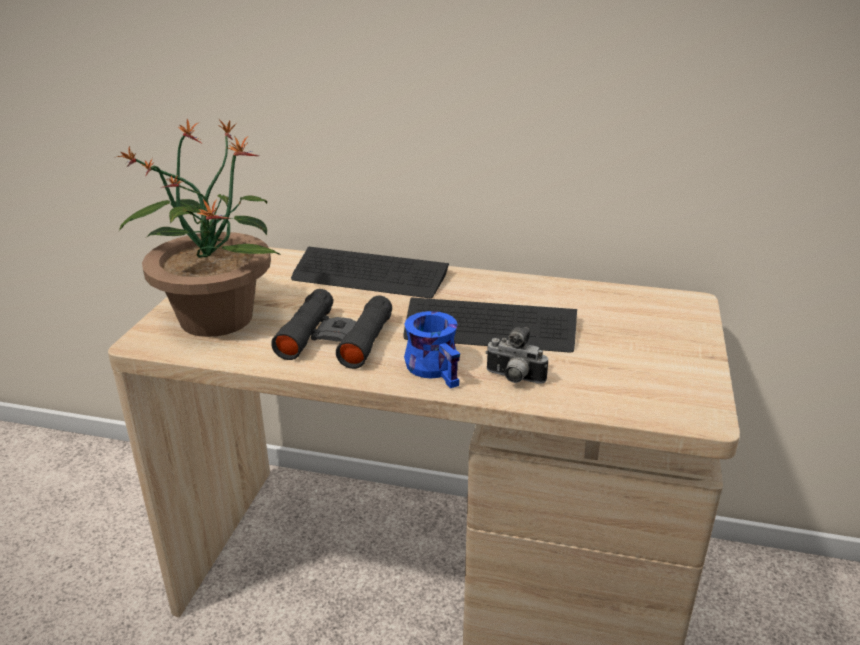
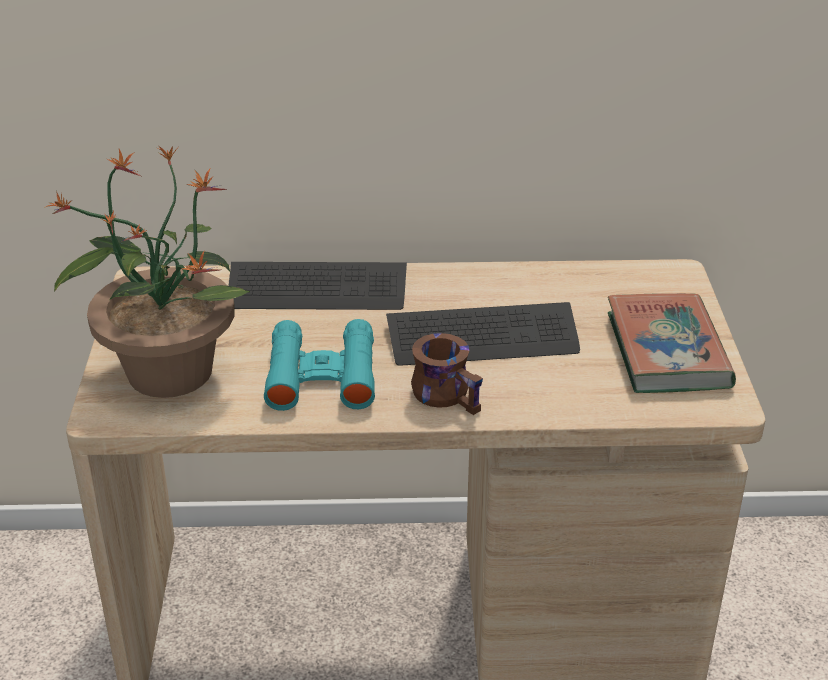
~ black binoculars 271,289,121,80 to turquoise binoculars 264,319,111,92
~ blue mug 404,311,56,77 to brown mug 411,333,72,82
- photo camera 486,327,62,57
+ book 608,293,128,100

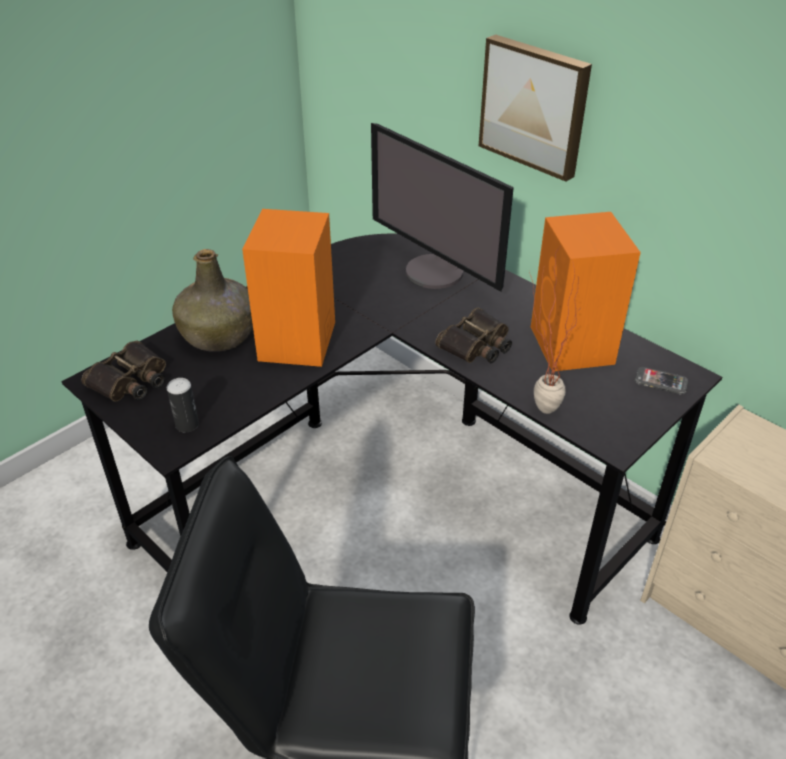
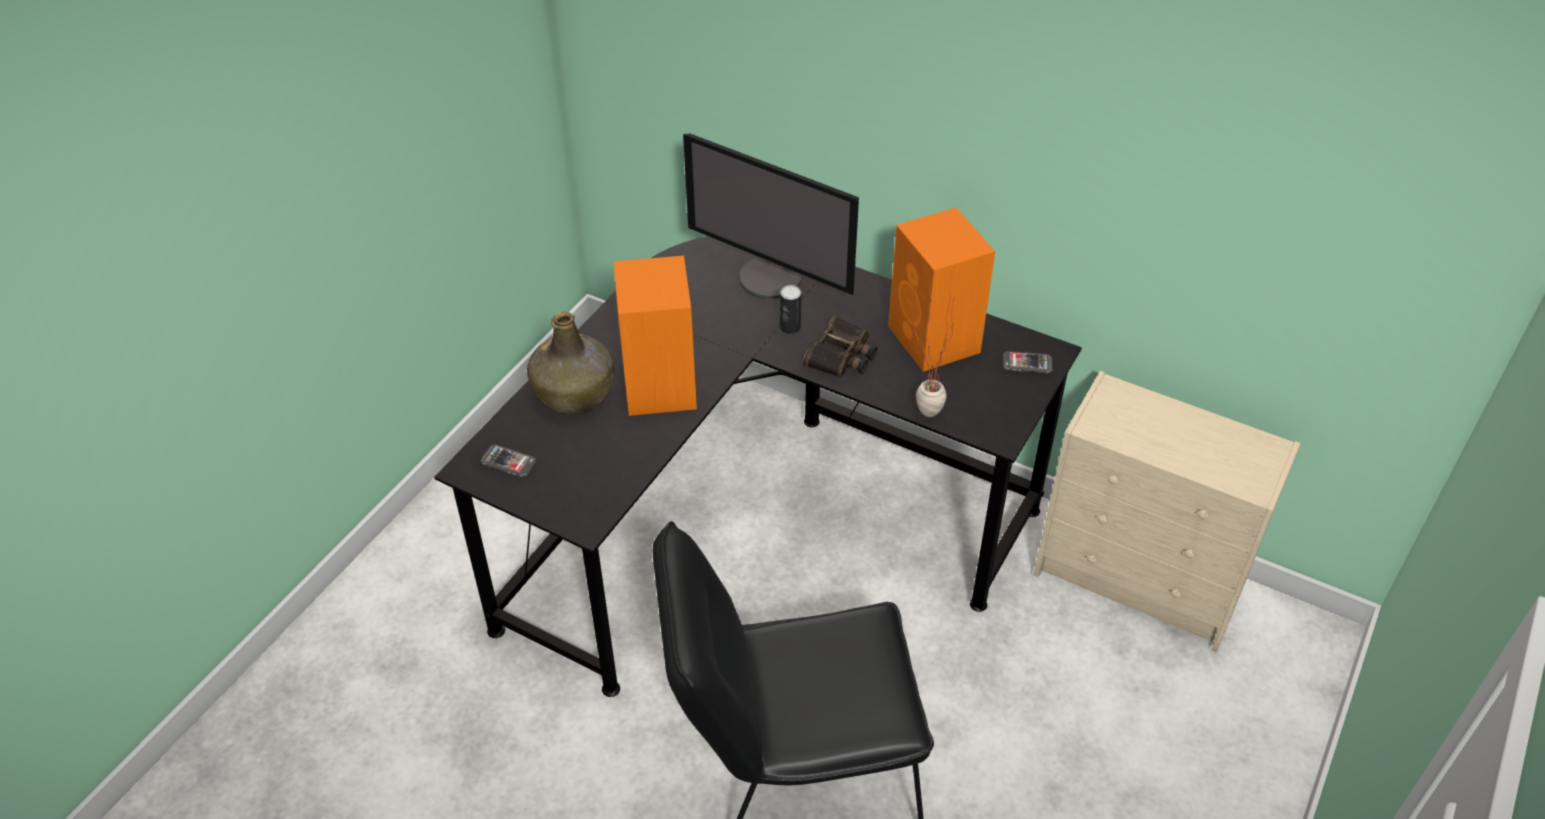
- picture 479,34,113,148
~ binoculars 82,341,84,61 to phone 481,445,55,32
~ can 167,378,32,54 to 780,285,21,49

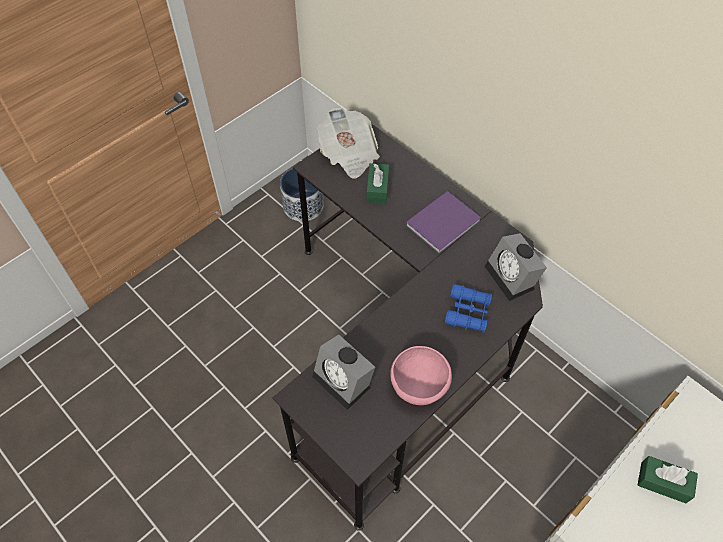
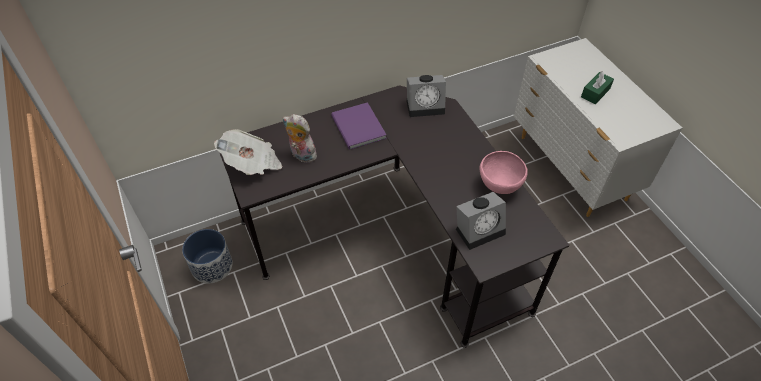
~ green tissue box 366,163,23,40 to plush toy 283,114,34,49
- blue binoculars 445,284,47,48

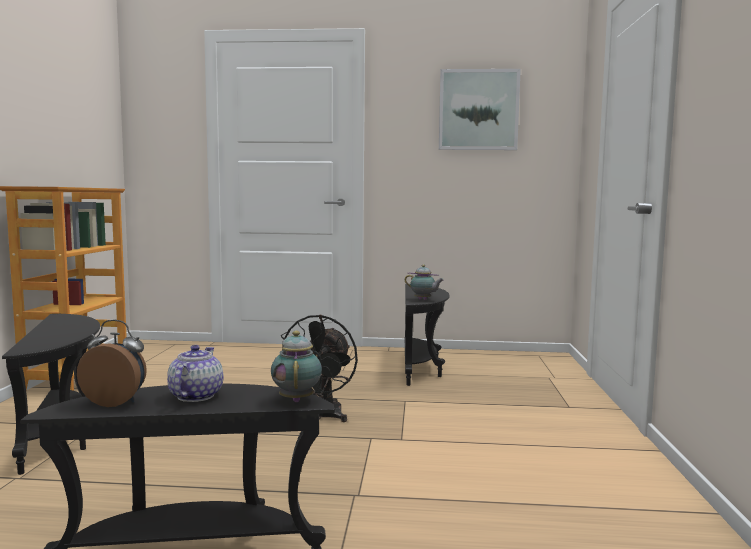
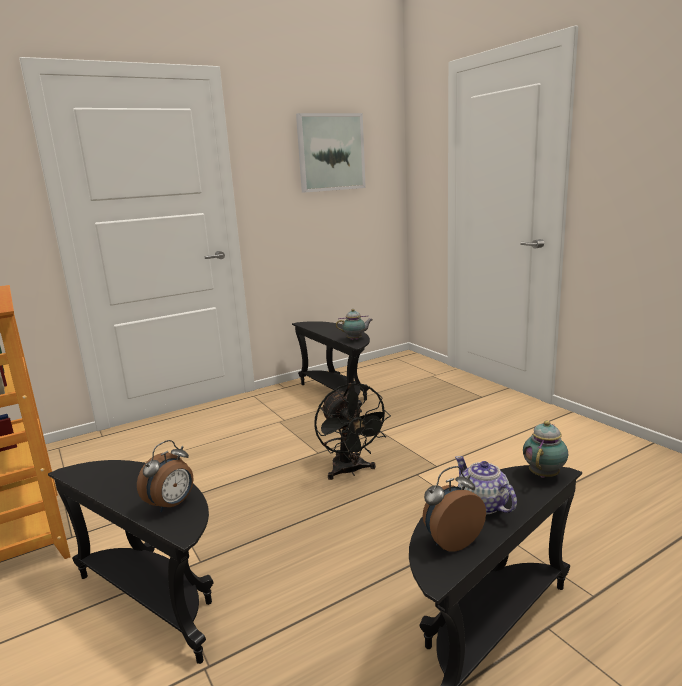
~ teapot 271,331,51,71 = 523,421,45,57 75 degrees clockwise
+ alarm clock 137,440,56,73

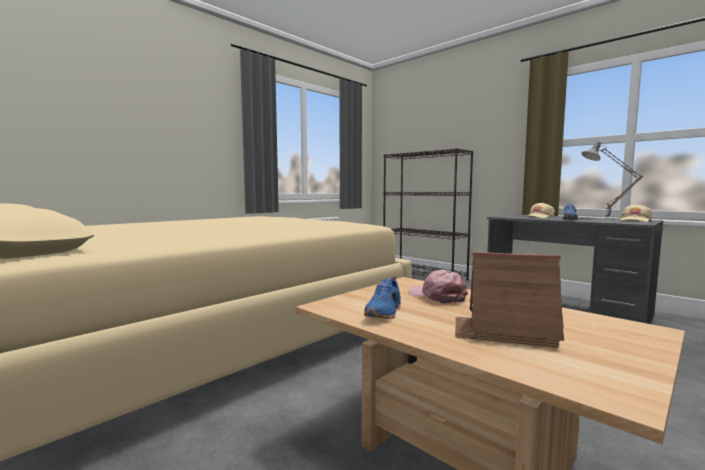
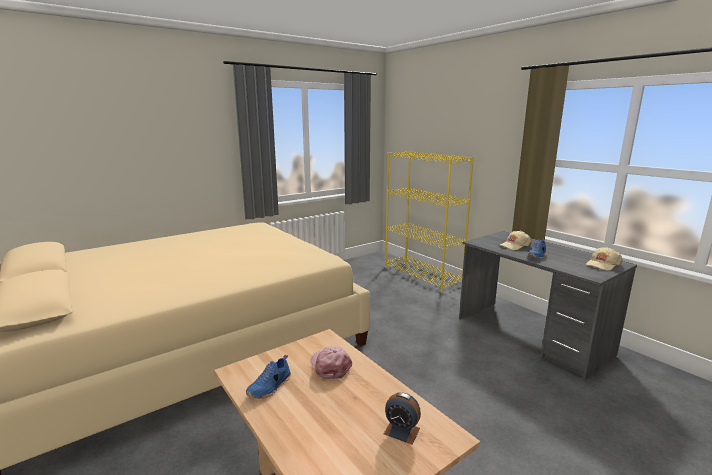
- grey table lamp 581,141,62,77
~ black bookcase 383,148,90,133 to yellow bookcase 385,151,89,142
- toy house 455,252,109,96
+ alarm clock 384,393,37,52

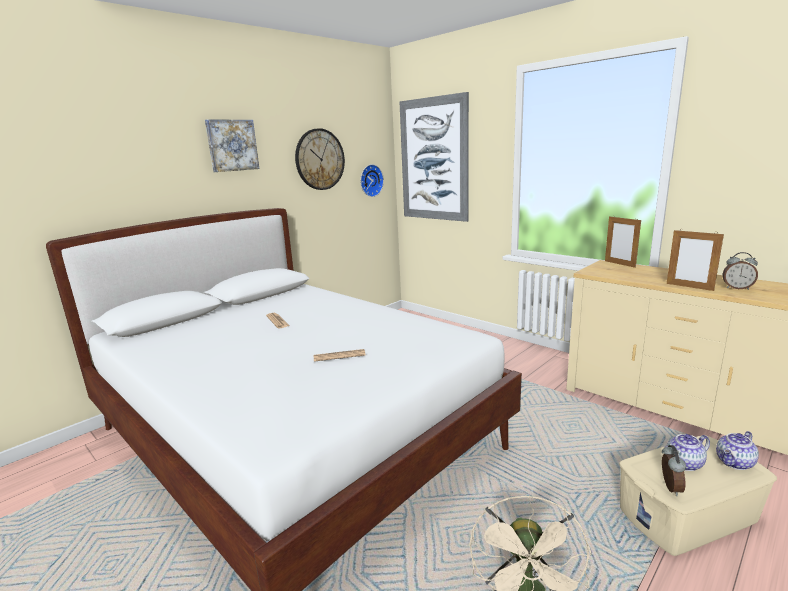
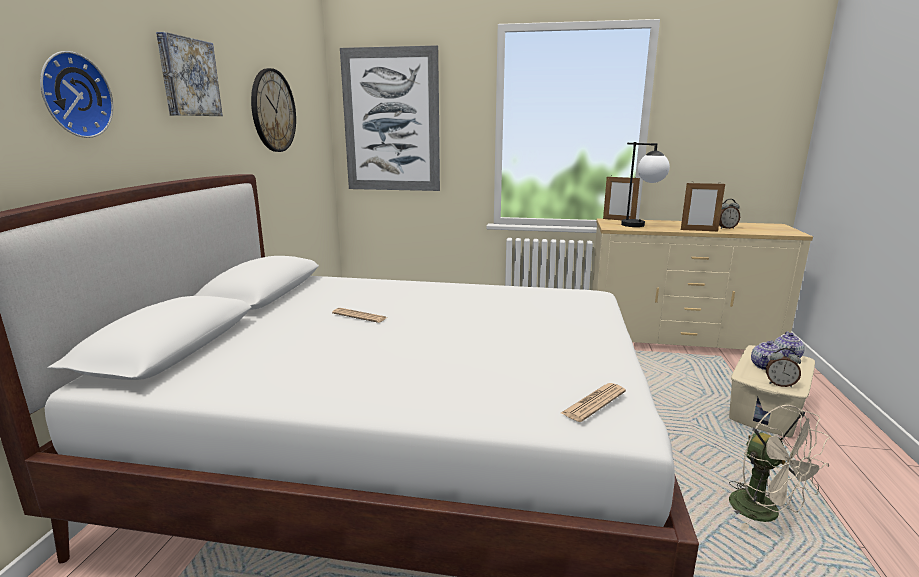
~ wall clock 360,164,24,33 to 40,51,73,87
~ newspaper 314,349,52,13 to 561,383,65,39
~ alarm clock 662,445,24,51 = 766,348,35,39 135 degrees clockwise
+ table lamp 621,142,49,85

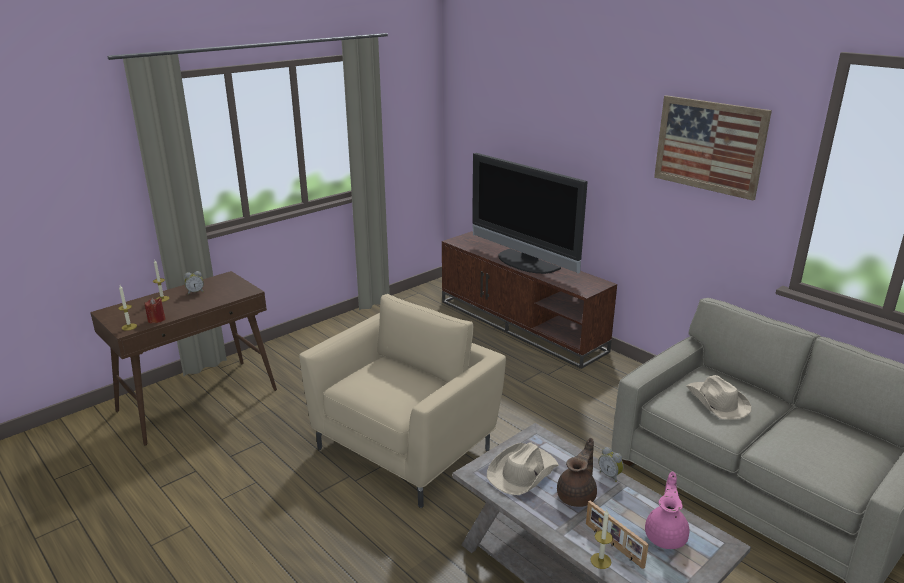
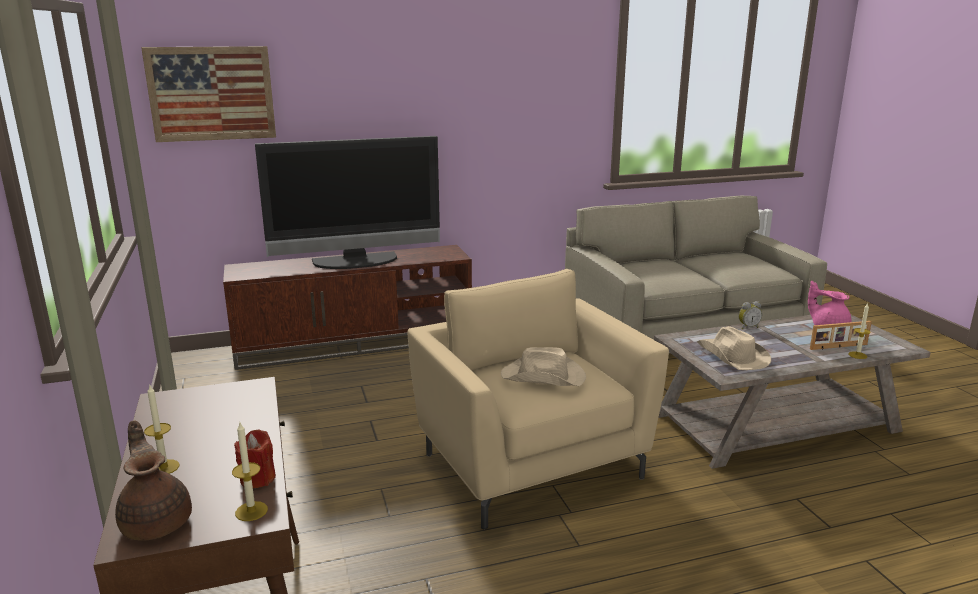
~ picture 654,95,118,106 to 141,46,135,96
- alarm clock 184,271,20,24
~ beige hat 686,375,66,45 to 501,347,85,39
~ brown teapot 557,438,40,69 to 115,420,77,121

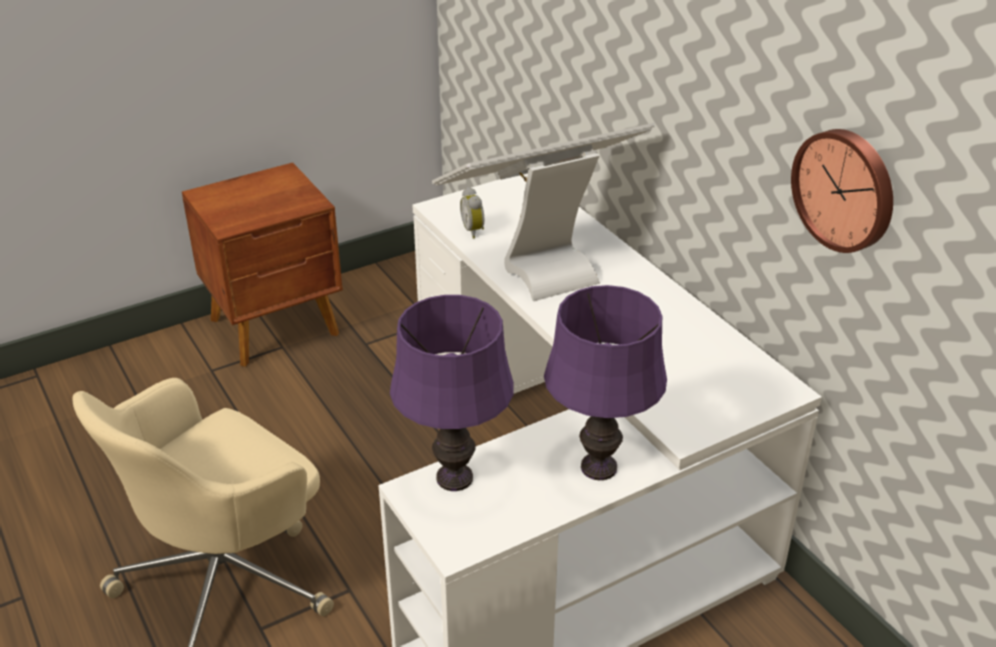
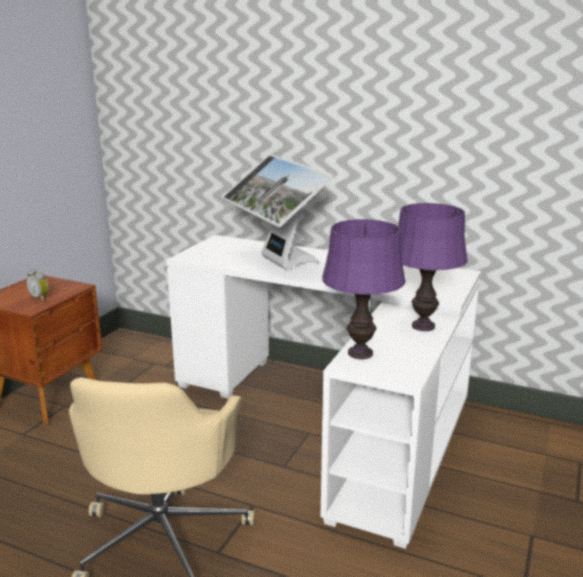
~ monitor 432,123,223,178 = 222,154,112,116 60 degrees counterclockwise
- wall clock 791,129,102,124
~ alarm clock 460,187,24,51 to 26,269,23,33

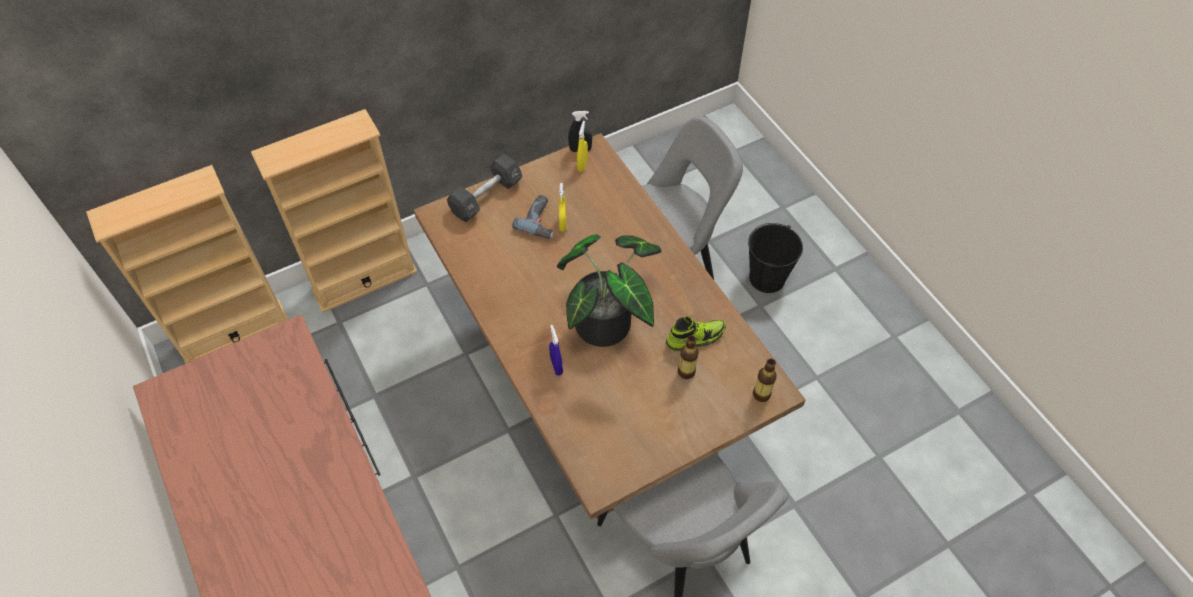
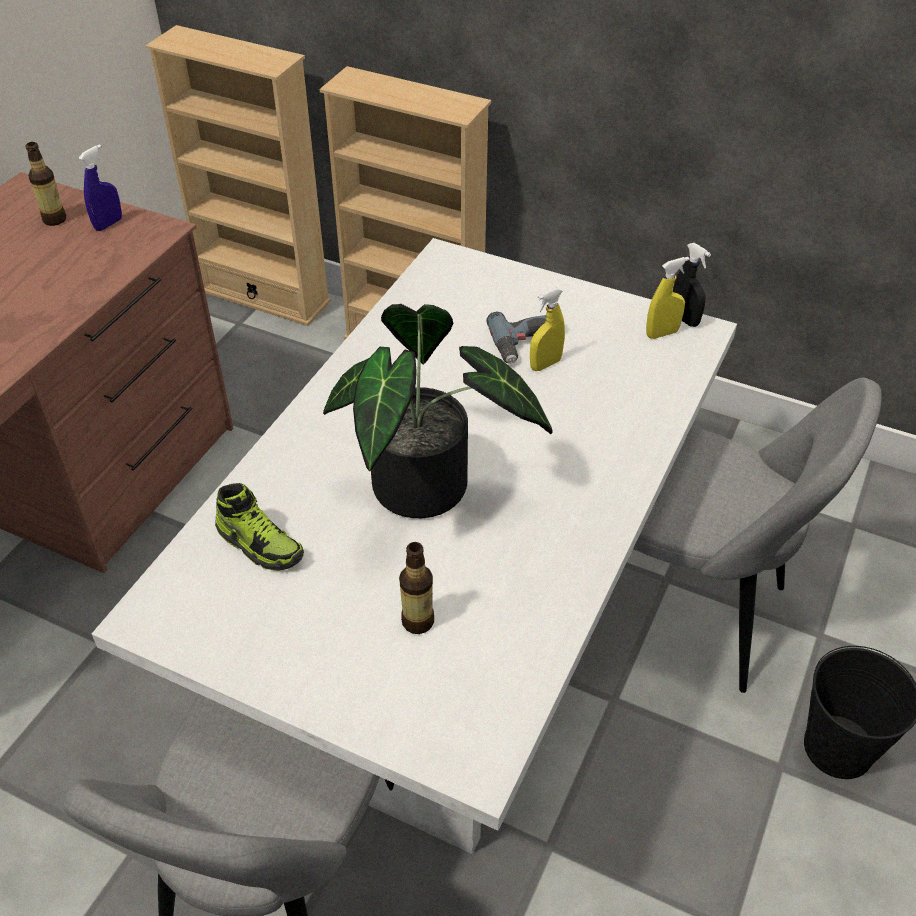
~ brown dining table 414,133,392,387 to white dining table 92,238,645,616
- black dumbbell 447,154,76,68
~ shoe 666,316,60,36 to 215,483,89,88
~ blue spray bottle 549,325,14,51 to 79,144,43,87
~ bottle 753,359,24,43 to 25,142,41,84

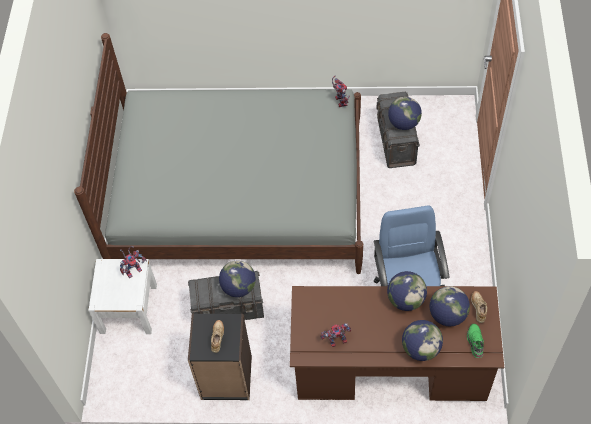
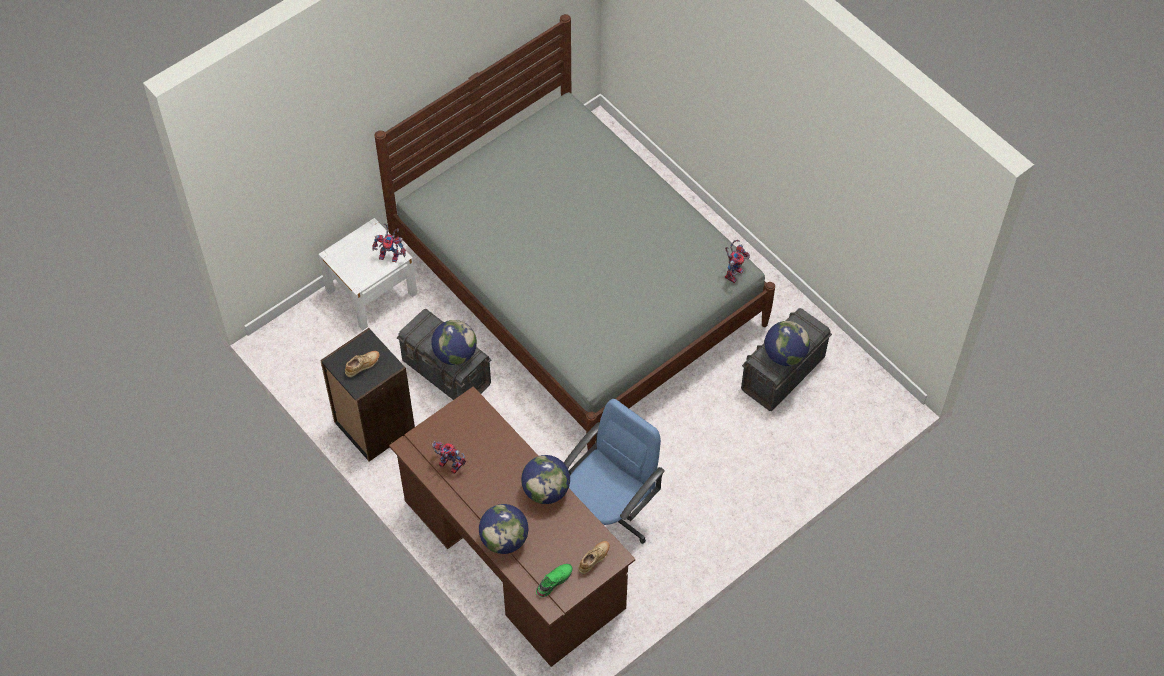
- globe 429,286,41,40

